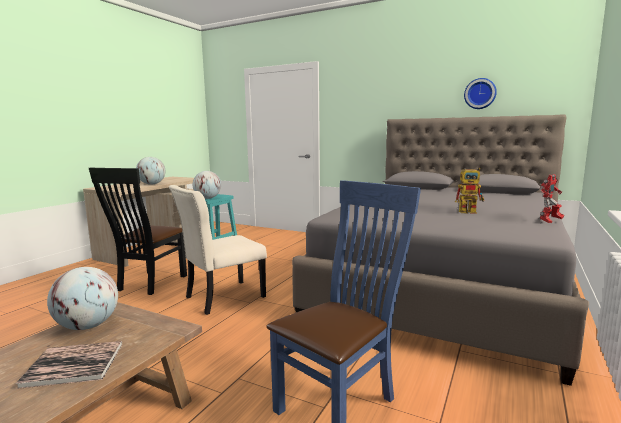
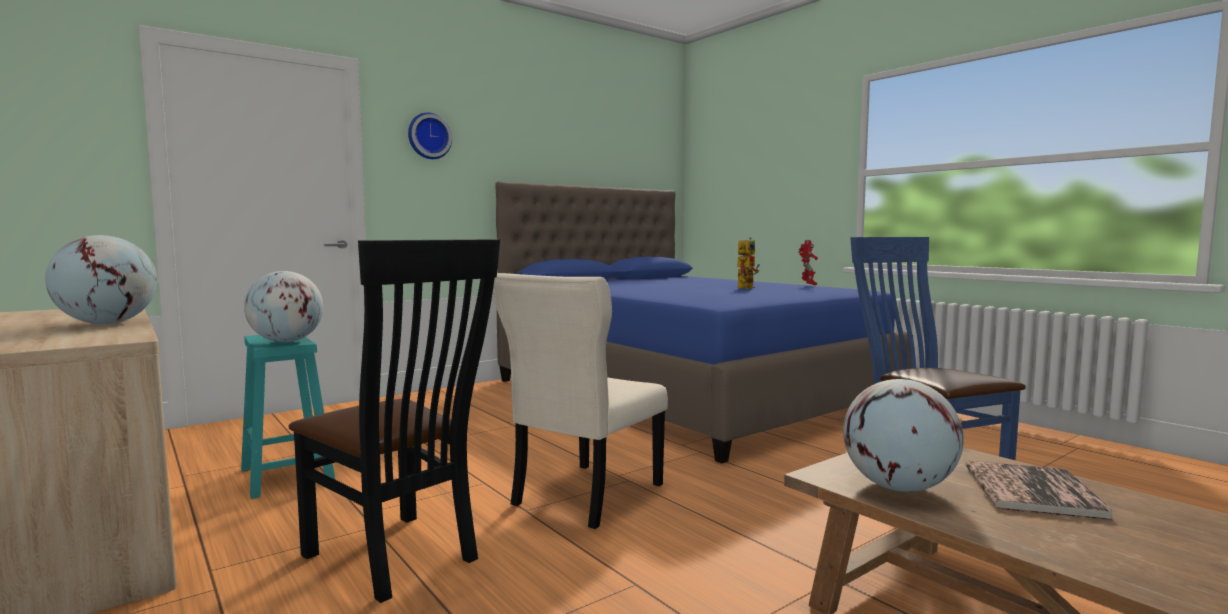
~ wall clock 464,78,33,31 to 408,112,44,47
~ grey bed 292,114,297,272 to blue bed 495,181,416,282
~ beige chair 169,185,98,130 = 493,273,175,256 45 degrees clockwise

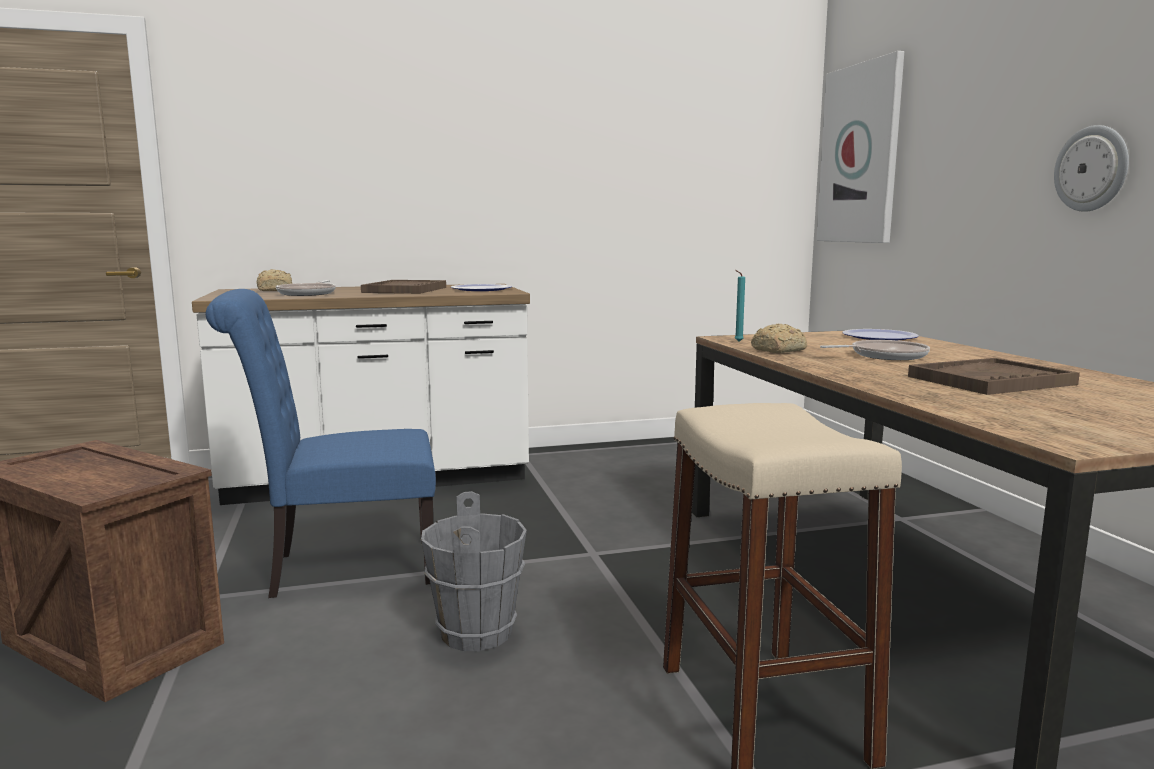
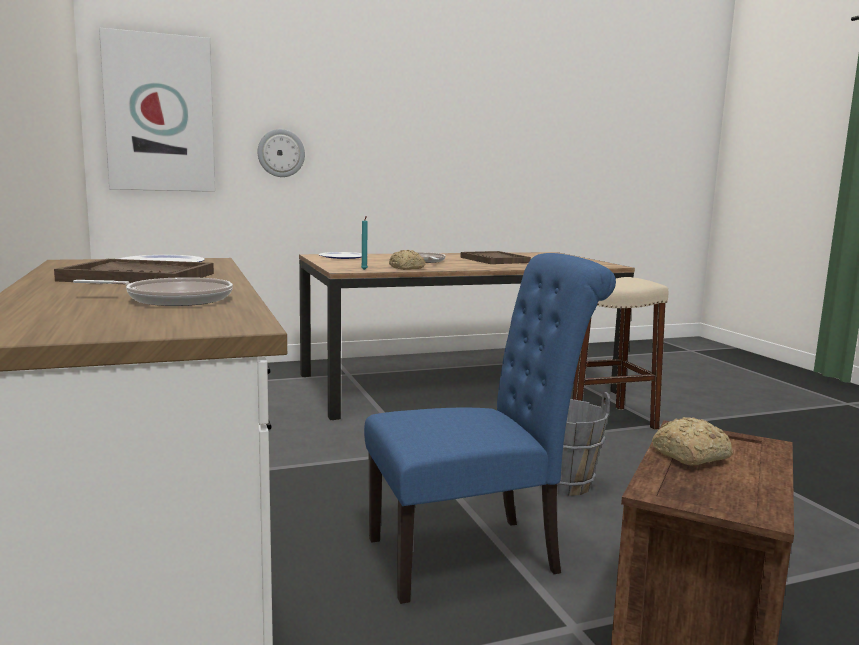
~ wall clock 1054,125,75,87 to 257,129,48,48
~ bread 256,269,36,22 to 652,417,81,48
~ blue chair 206,289,230,309 = 364,253,252,351 90 degrees counterclockwise

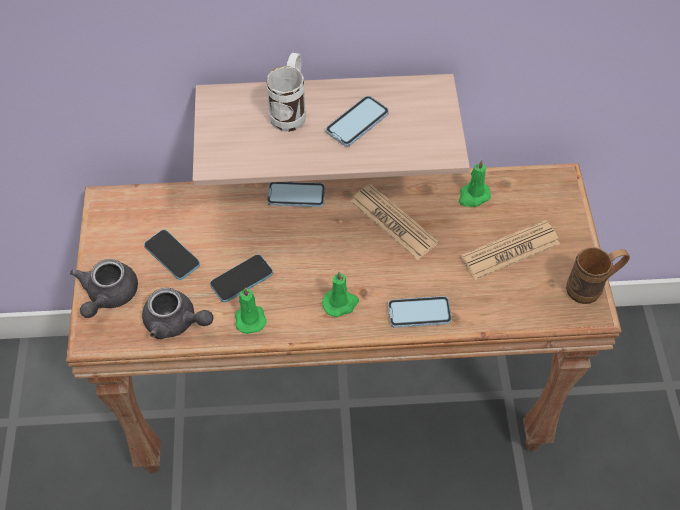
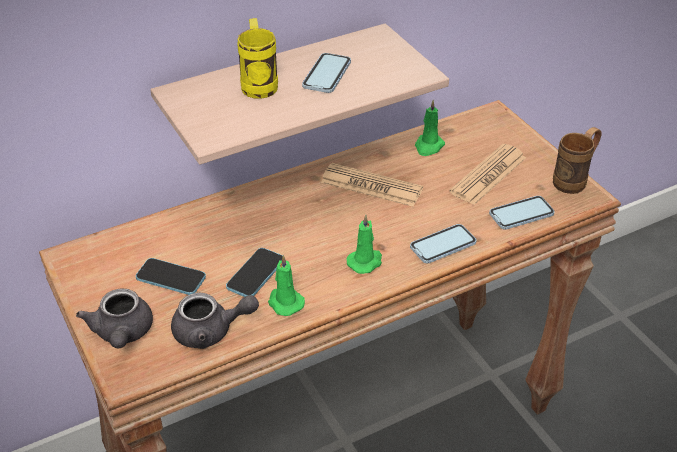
~ white mug 266,53,40,79 to yellow mug 237,18,41,81
~ phone 267,182,58,25 to 489,196,66,34

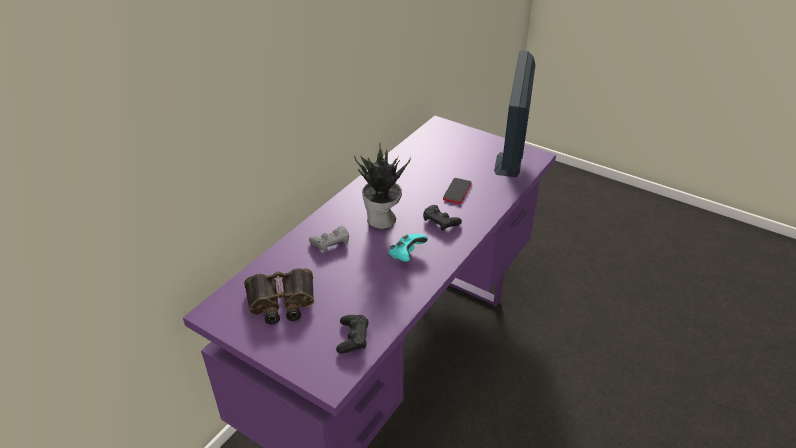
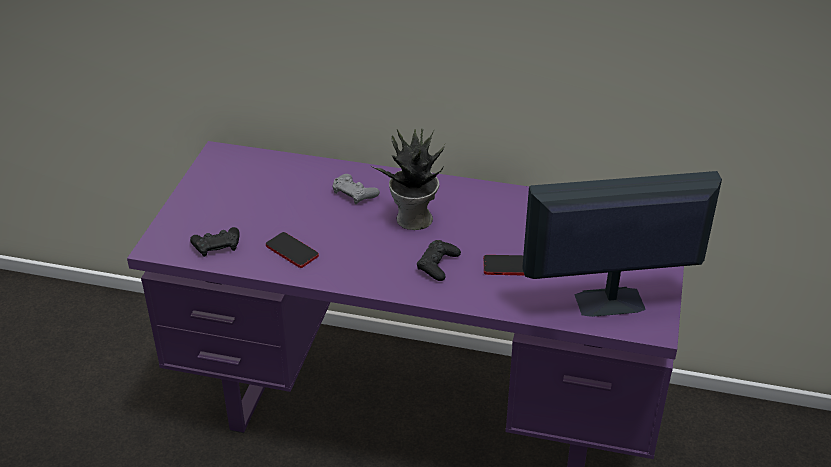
- turquoise game controller 389,234,39,28
- binoculars 244,268,70,56
+ phone 266,232,53,36

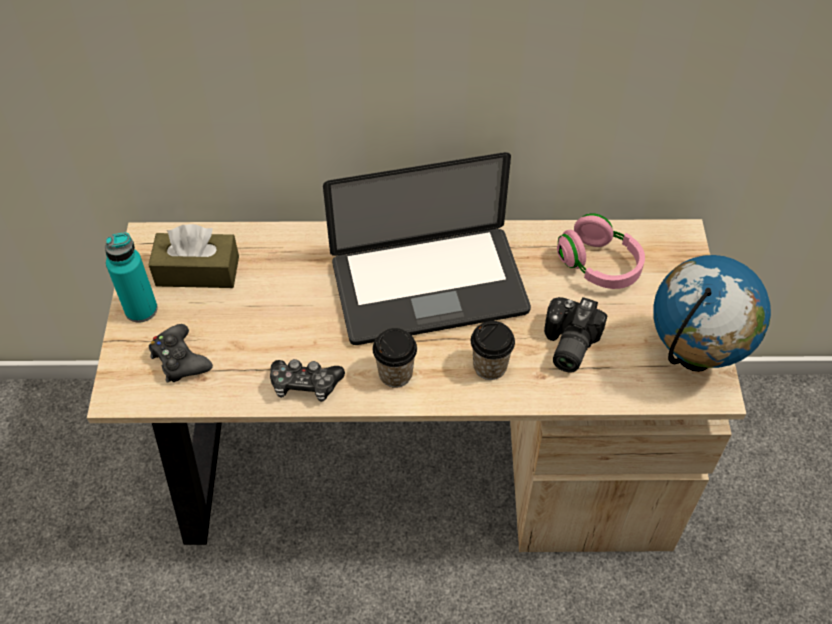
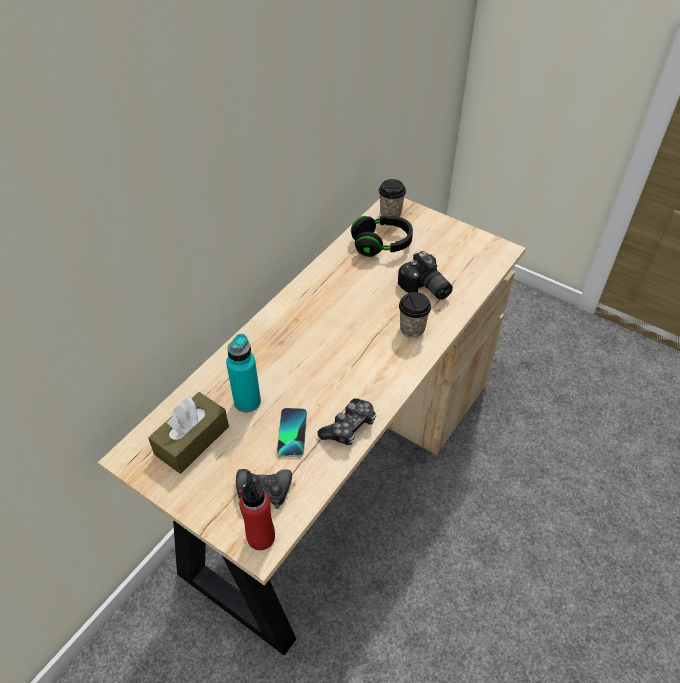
- laptop 323,152,208,193
~ pink headphones 557,213,88,76 to black headphones 351,216,62,41
~ turquoise bottle 105,232,53,91 to 226,334,35,79
- globe 653,255,118,117
~ cup 373,328,44,60 to 379,179,27,38
+ phone 277,408,30,49
+ red bottle 239,471,36,79

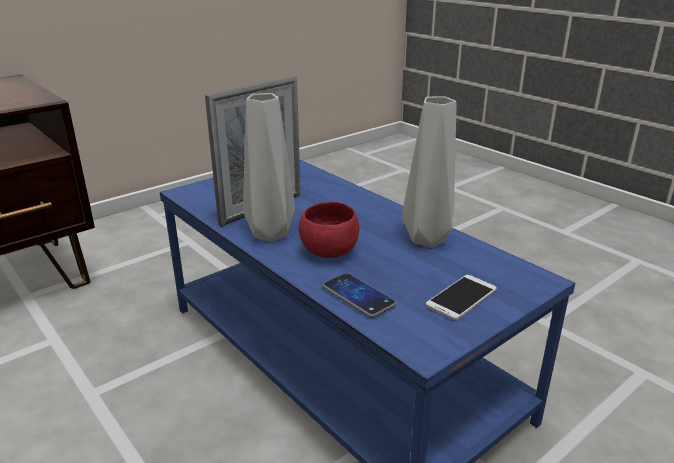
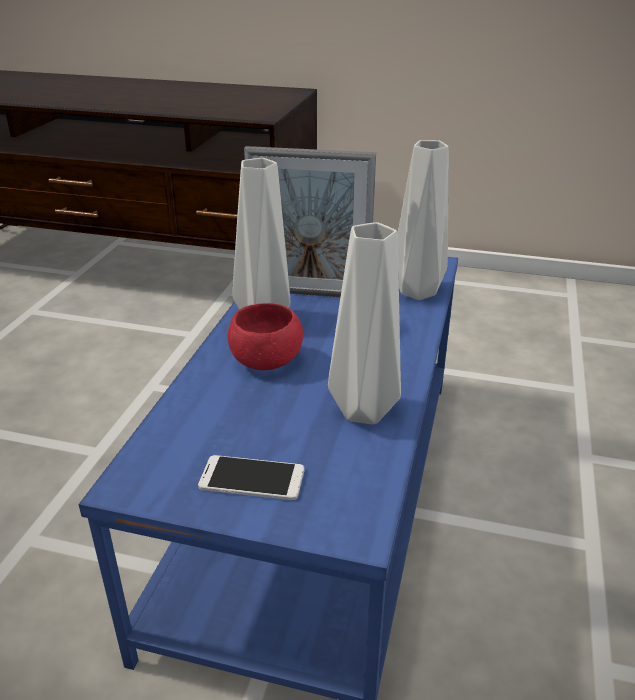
- phone 323,273,74,45
+ grey vase 397,140,52,160

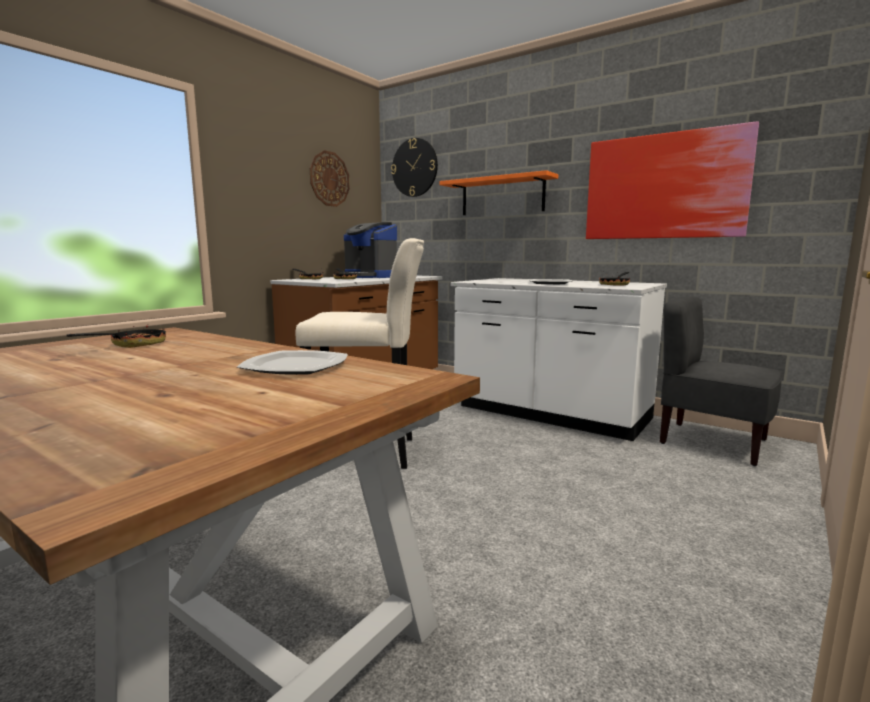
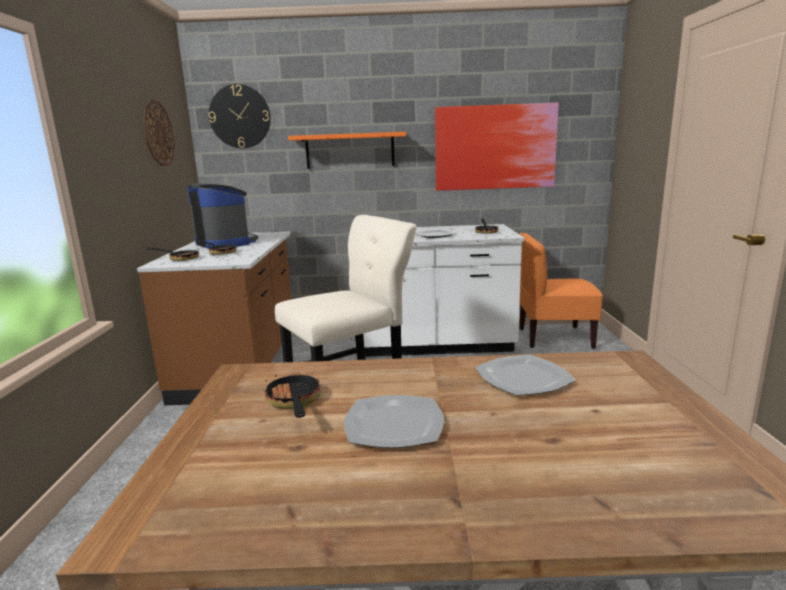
~ coffee machine 344,222,53,56 = 187,184,71,65 135 degrees counterclockwise
~ grey chair 660,296,123,170 to orange chair 519,233,84,116
+ plate 344,395,100,53

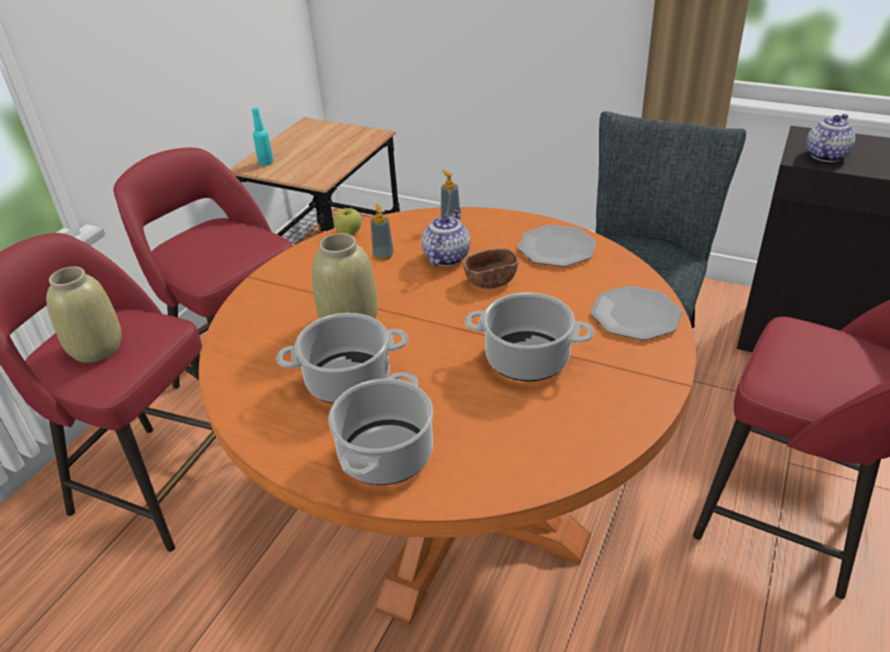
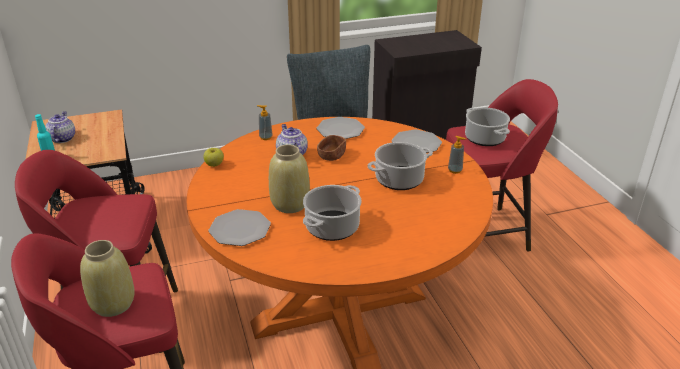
~ teapot 806,114,49,48 to 45,111,30,32
~ soap dispenser 371,204,23,56 to 448,136,18,38
~ cooking pot 328,372,105,113 to 465,107,45,39
+ plate 208,209,63,37

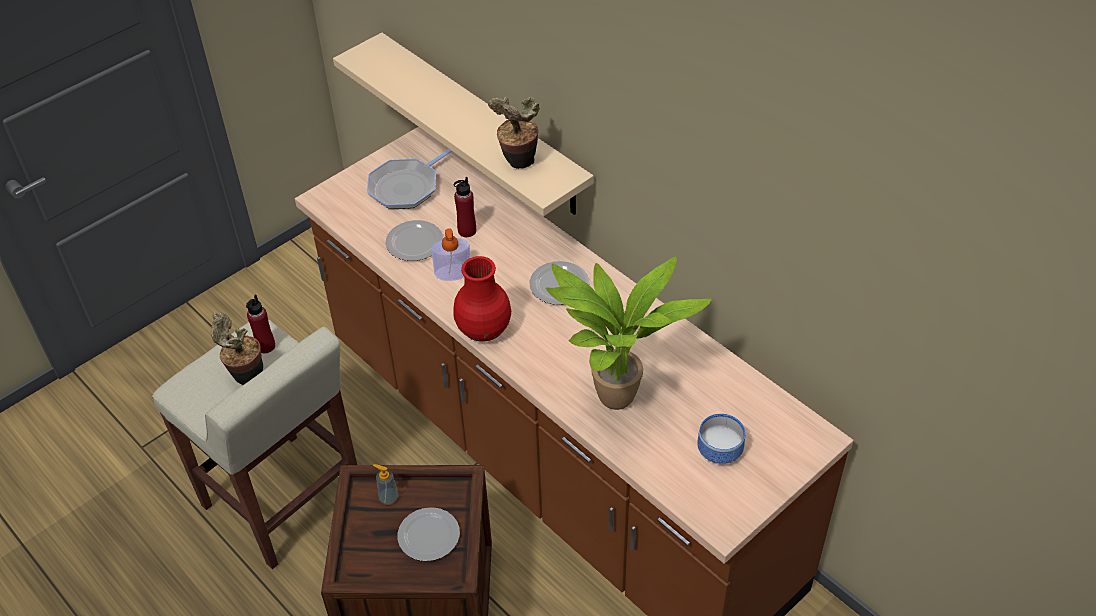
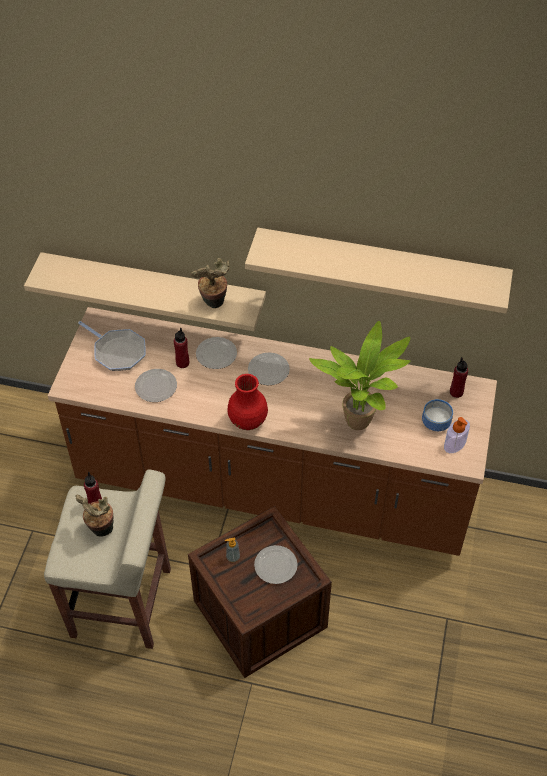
~ frying pan 367,149,85,60 = 78,321,67,50 60 degrees counterclockwise
~ soap dispenser 431,229,40,52 to 444,417,26,36
+ beige shelf 245,228,268,86
+ plate 196,337,41,32
+ red bottle 450,357,18,41

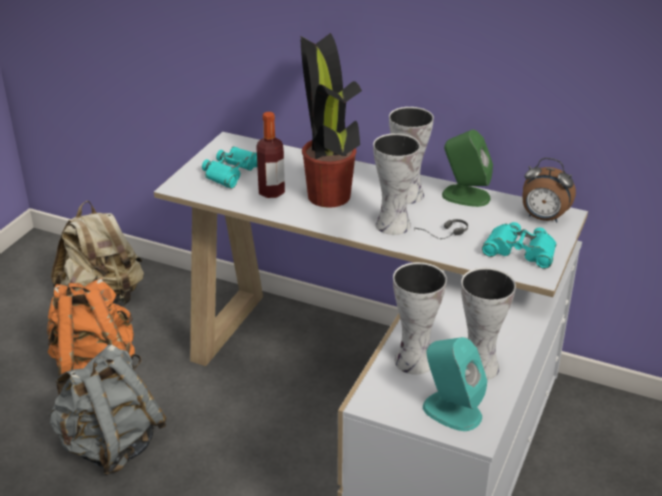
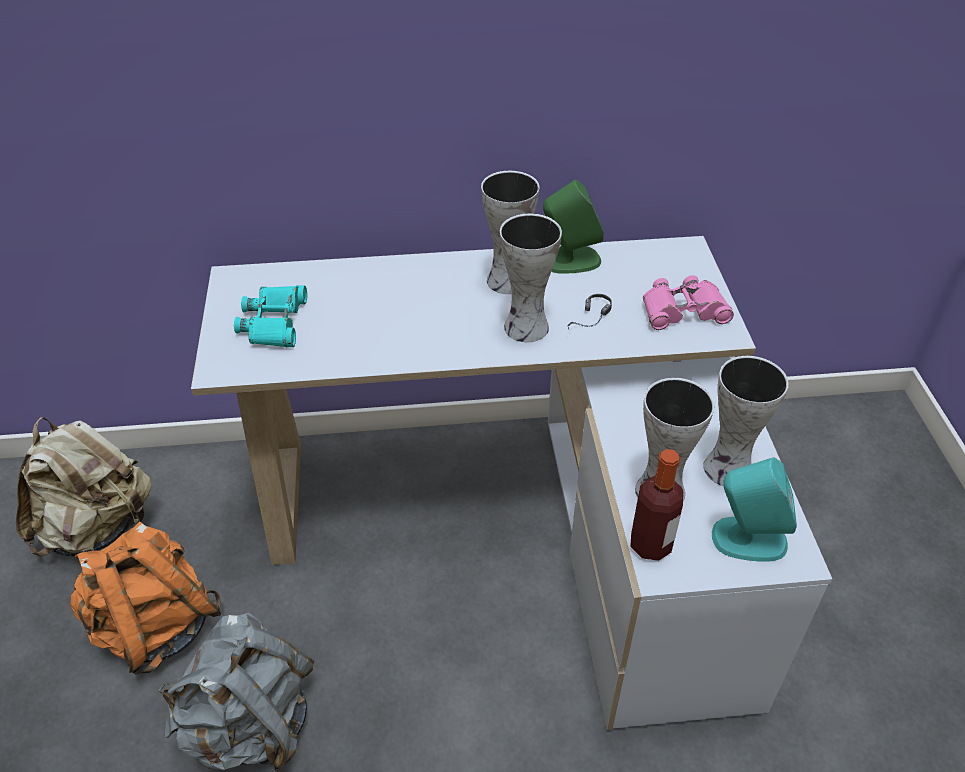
- potted plant 300,33,62,175
~ bottle 256,112,29,86 to 630,449,53,112
- alarm clock 523,158,53,65
~ turquoise binoculars 482,222,74,47 to pink binoculars 643,275,91,55

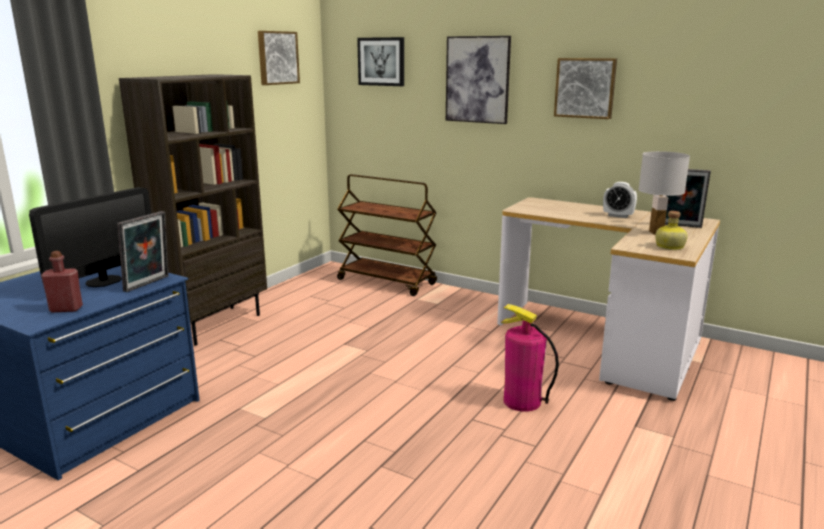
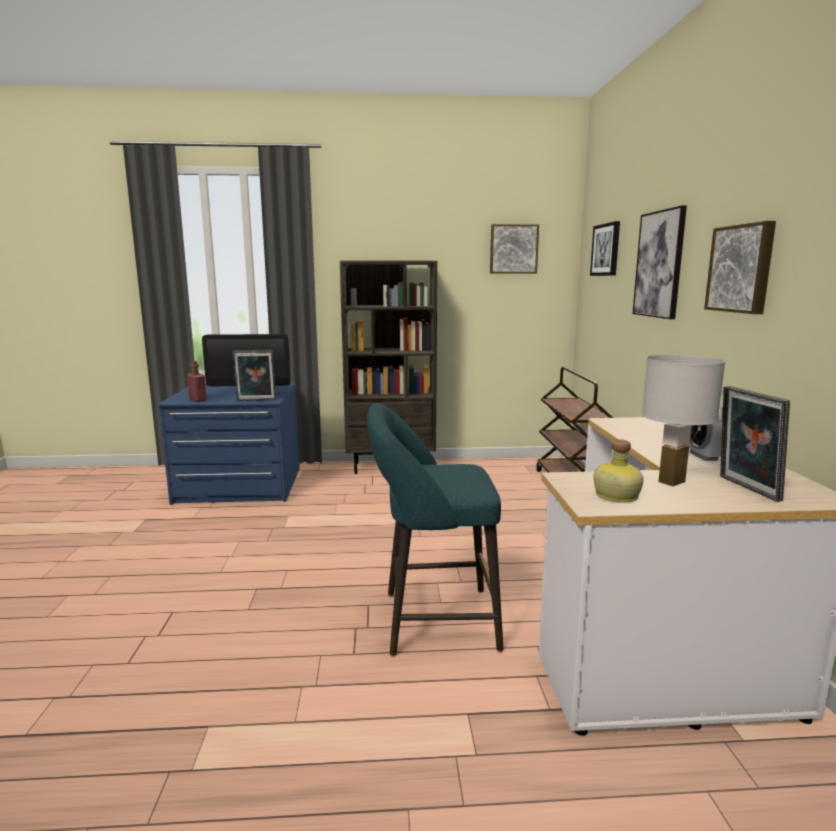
~ fire extinguisher 500,304,59,108 to turquoise stool 367,404,136,252

